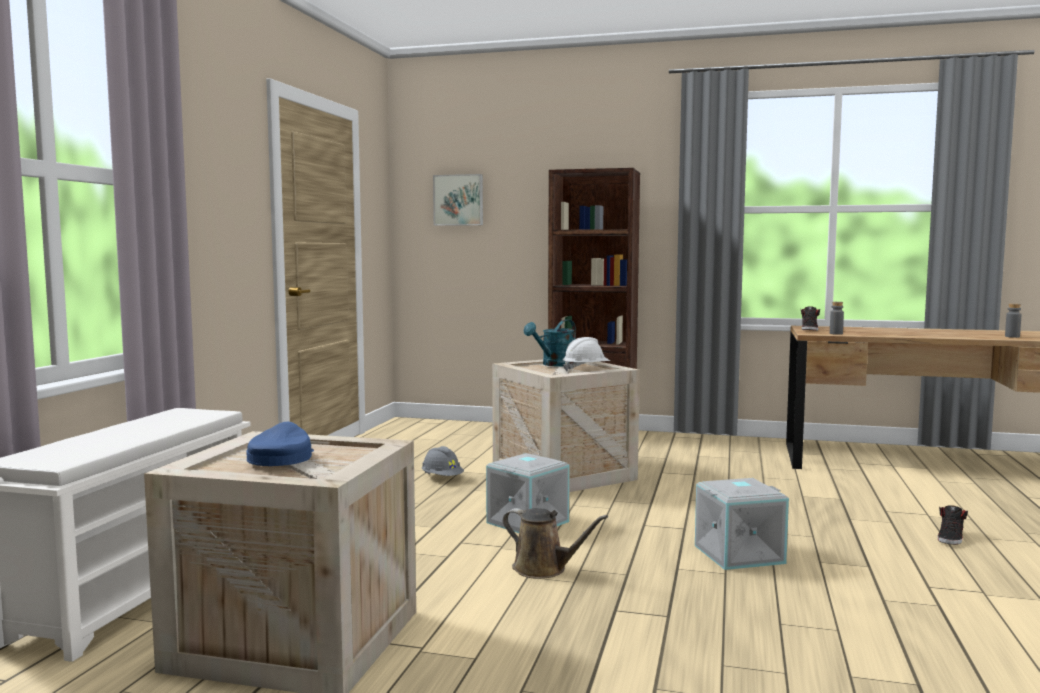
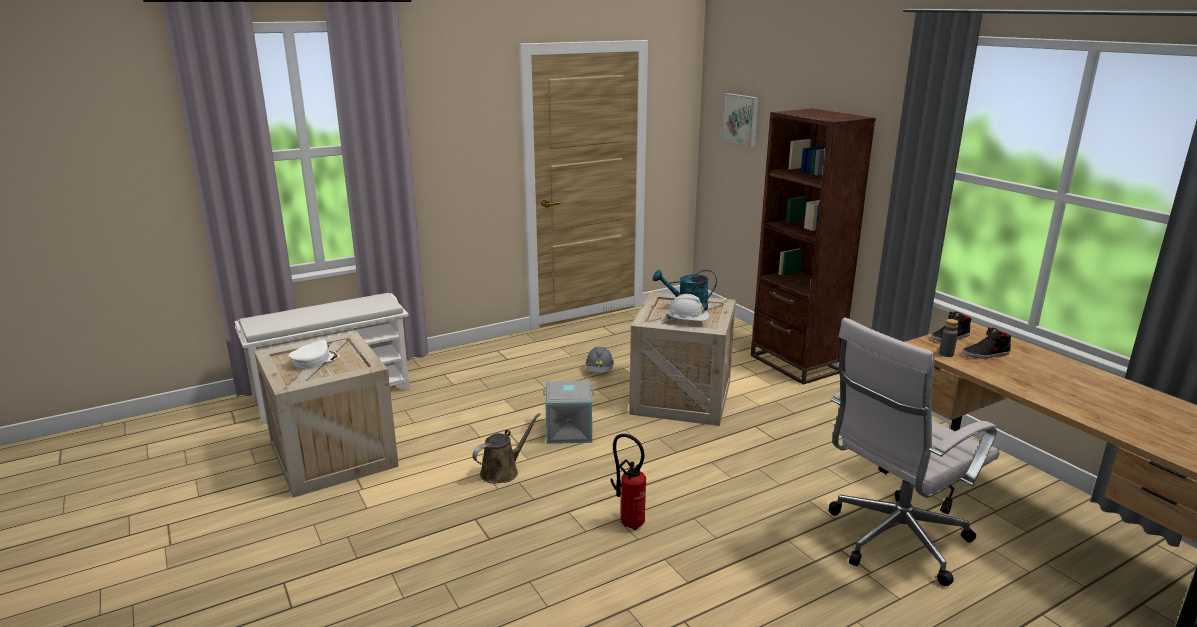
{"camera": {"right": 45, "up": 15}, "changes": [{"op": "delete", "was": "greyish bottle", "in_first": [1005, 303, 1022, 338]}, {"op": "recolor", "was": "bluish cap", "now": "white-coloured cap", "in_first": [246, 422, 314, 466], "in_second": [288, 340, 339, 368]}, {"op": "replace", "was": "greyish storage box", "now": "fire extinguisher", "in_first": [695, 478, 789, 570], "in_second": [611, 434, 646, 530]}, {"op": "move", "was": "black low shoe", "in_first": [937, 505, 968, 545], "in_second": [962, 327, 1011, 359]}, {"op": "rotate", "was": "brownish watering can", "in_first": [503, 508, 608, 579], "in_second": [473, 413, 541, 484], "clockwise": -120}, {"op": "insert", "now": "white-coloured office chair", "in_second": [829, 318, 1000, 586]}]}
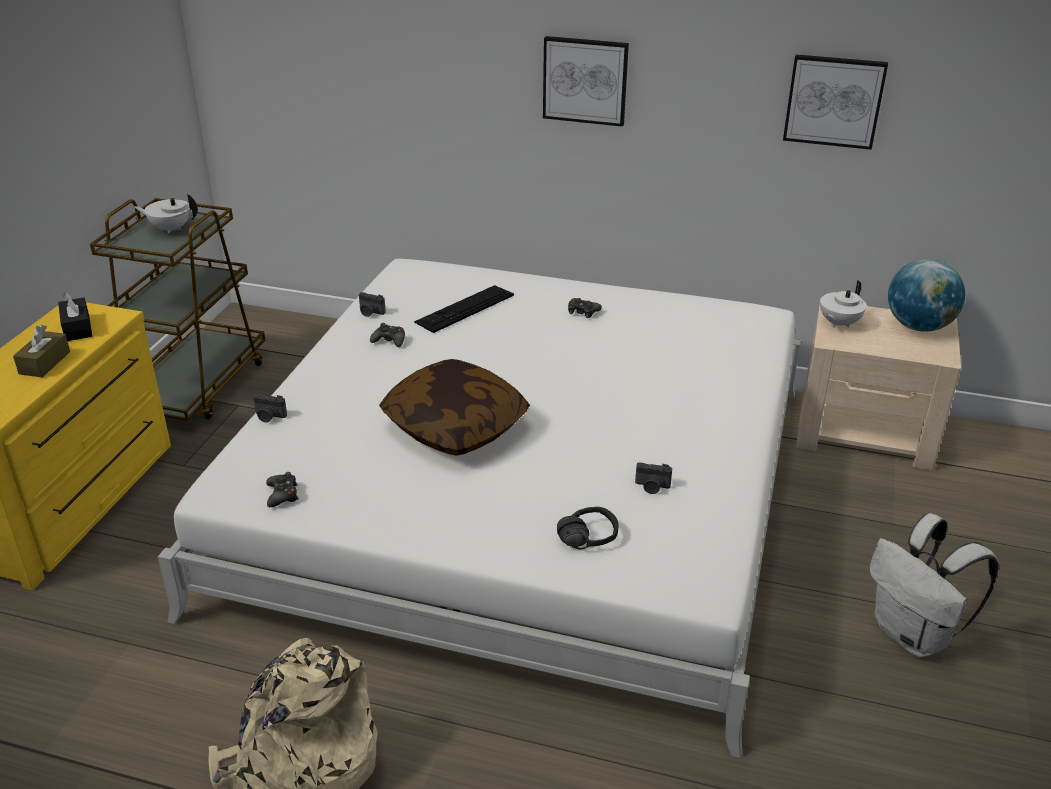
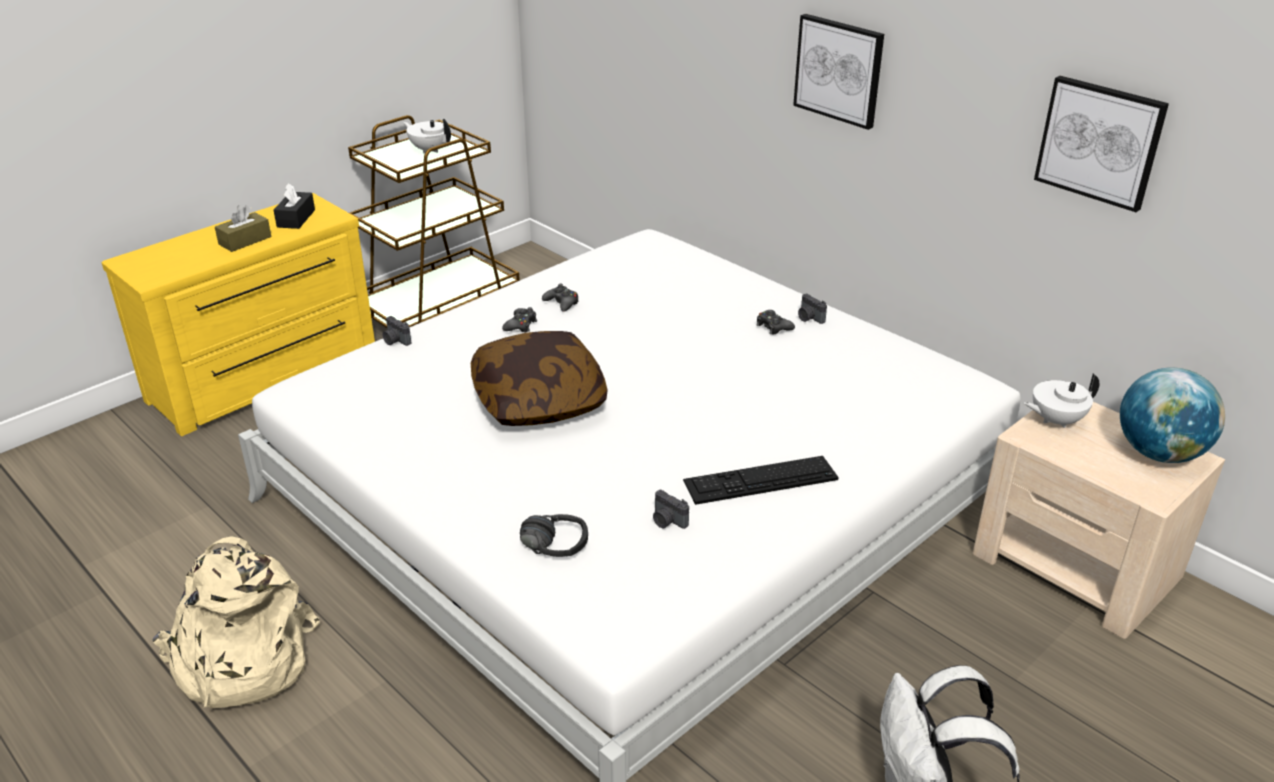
{"camera": {"right": 30, "up": 0}, "changes": [{"op": "move", "was": "computer keyboard", "in_first": [414, 285, 514, 333], "in_second": [683, 456, 839, 505]}, {"op": "move", "was": "still camera", "in_first": [359, 292, 386, 317], "in_second": [798, 294, 827, 324]}, {"op": "move", "was": "black gamepad", "in_first": [266, 472, 299, 507], "in_second": [502, 307, 537, 332]}]}
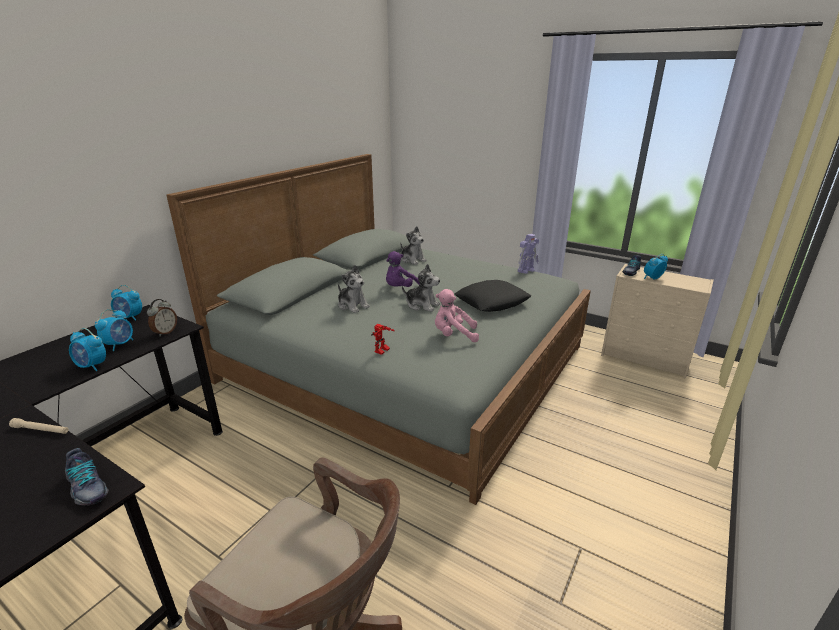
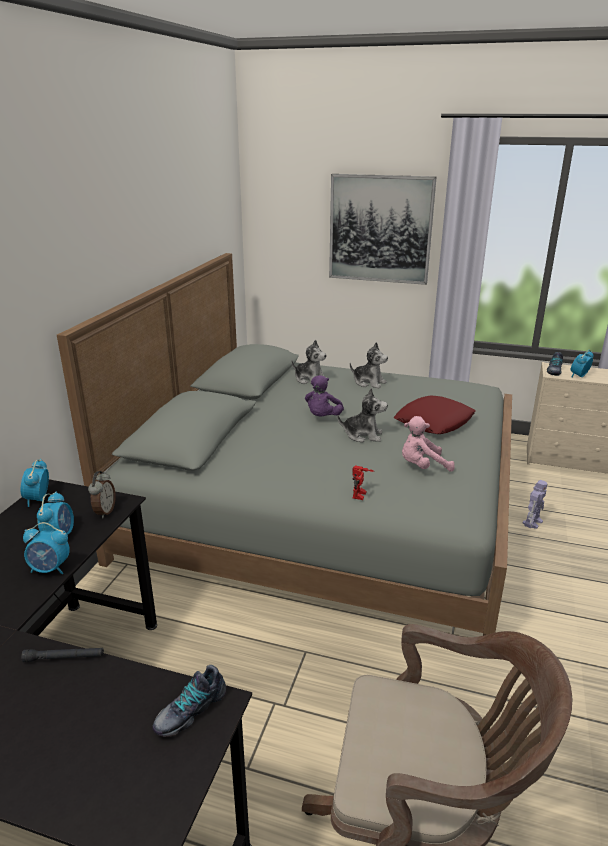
{"camera": {"right": -15, "up": 0}, "changes": [{"op": "move", "was": "toy robot", "in_first": [518, 234, 539, 274], "in_second": [523, 480, 548, 529]}, {"op": "move", "was": "cuddly toy", "in_first": [338, 265, 370, 313], "in_second": [350, 342, 388, 389]}, {"op": "recolor", "was": "black cushion", "now": "red cushion", "in_first": [454, 280, 531, 312], "in_second": [394, 396, 476, 434]}, {"op": "rotate", "was": "bedside clock", "in_first": [111, 285, 142, 321], "in_second": [20, 459, 49, 507], "clockwise": 90}, {"op": "recolor", "was": "beige-coloured flashlight", "now": "black flashlight", "in_first": [9, 418, 68, 434], "in_second": [21, 648, 104, 662]}, {"op": "rotate", "was": "low shoe", "in_first": [65, 448, 109, 506], "in_second": [152, 665, 226, 737], "clockwise": 105}, {"op": "insert", "now": "picture", "in_second": [329, 174, 436, 285]}]}
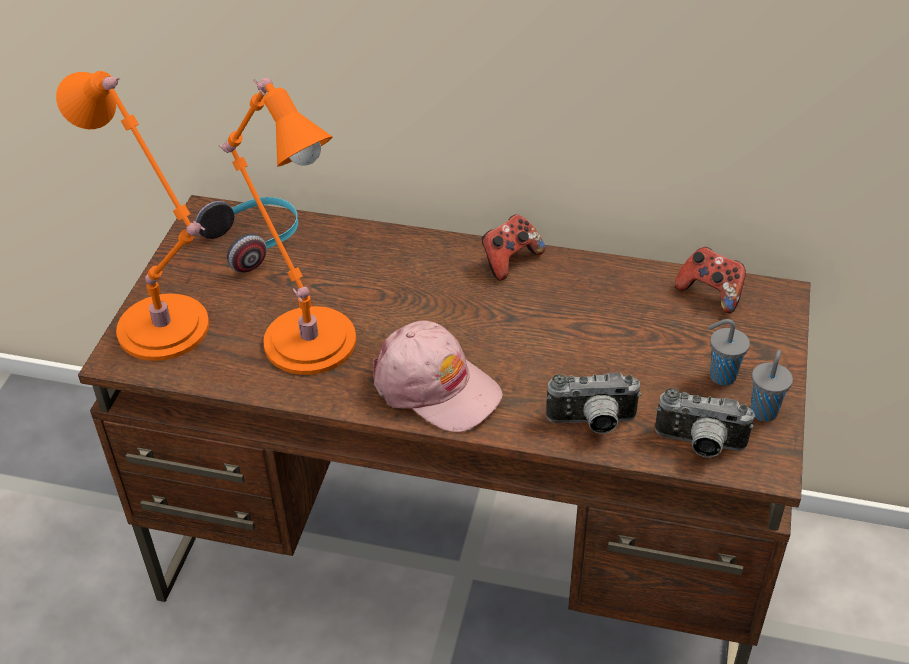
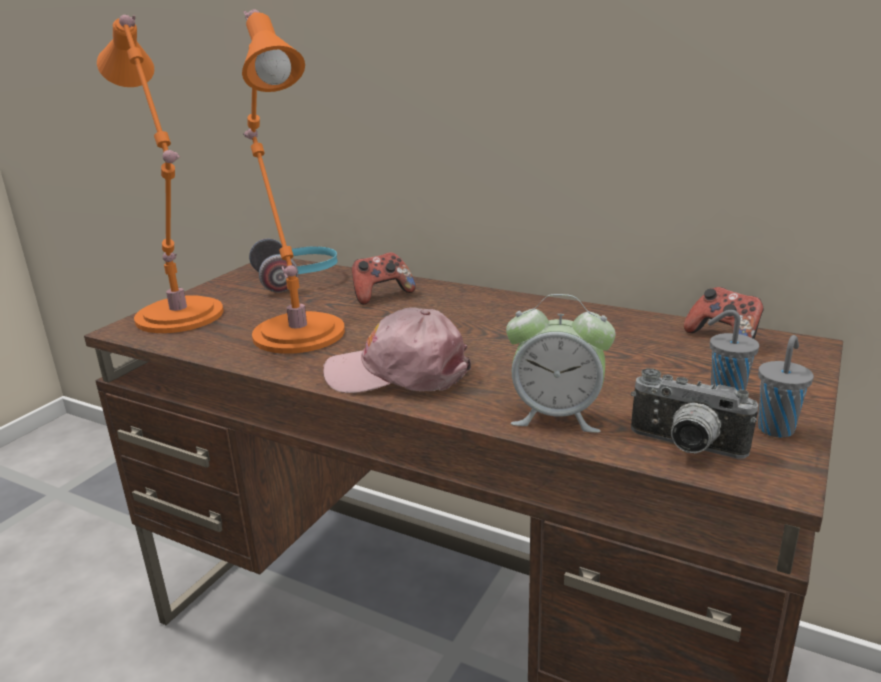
{"camera": {"right": 15, "up": -20}, "changes": [{"op": "move", "was": "gamepad", "in_first": [482, 214, 545, 280], "in_second": [352, 252, 416, 304]}, {"op": "rotate", "was": "pinkish cap", "in_first": [373, 320, 502, 432], "in_second": [323, 307, 471, 393], "clockwise": 135}, {"op": "replace", "was": "still camera", "now": "bedside clock", "in_first": [546, 373, 641, 434], "in_second": [506, 294, 615, 433]}]}
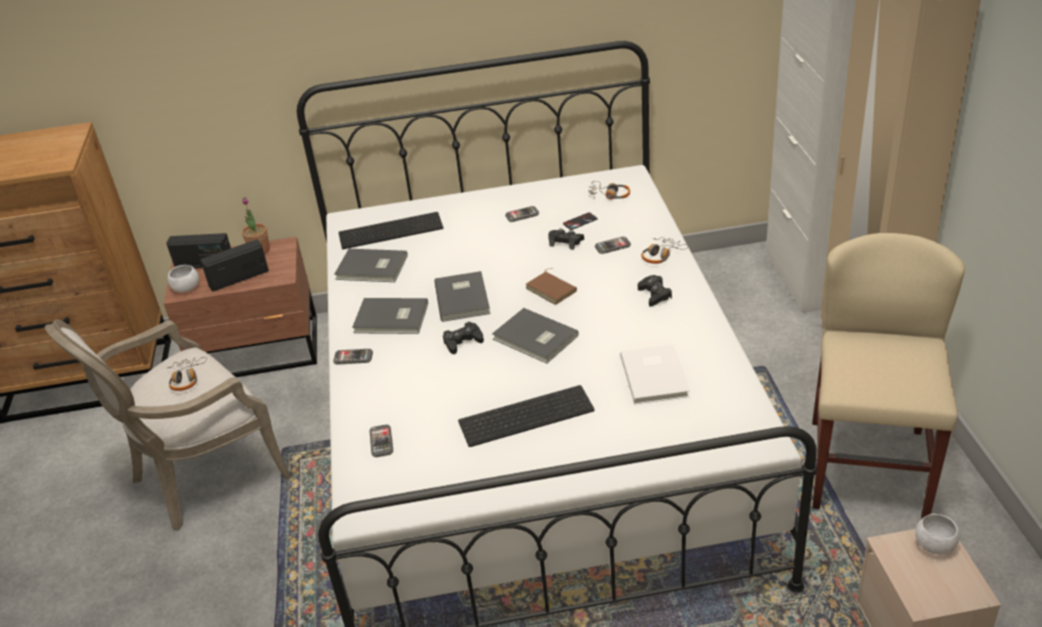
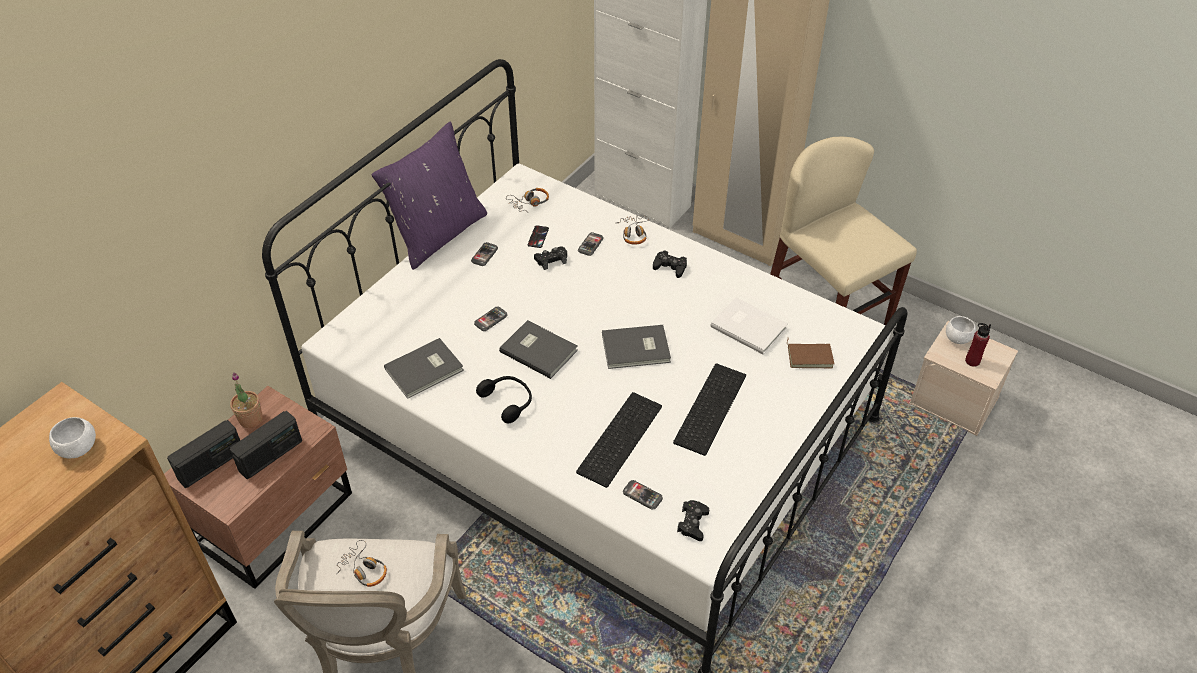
{"camera": {"right": -50, "up": 10}, "changes": [{"op": "move", "was": "computer keyboard", "in_first": [338, 212, 443, 249], "in_second": [576, 392, 662, 488]}, {"op": "rotate", "was": "radio receiver", "in_first": [200, 239, 269, 292], "in_second": [230, 411, 302, 479], "clockwise": -150}, {"op": "move", "was": "white-coloured bowl", "in_first": [167, 265, 199, 292], "in_second": [49, 417, 96, 458]}, {"op": "move", "was": "brownish bound book", "in_first": [526, 268, 577, 305], "in_second": [787, 338, 834, 368]}, {"op": "replace", "was": "greyish bound book", "now": "black headphones", "in_first": [352, 298, 428, 334], "in_second": [476, 376, 532, 423]}, {"op": "move", "was": "black gamepad", "in_first": [443, 322, 484, 354], "in_second": [677, 500, 709, 541]}, {"op": "move", "was": "telephone", "in_first": [333, 349, 373, 364], "in_second": [474, 307, 508, 331]}, {"op": "insert", "now": "purple-coloured cushion", "in_second": [371, 122, 487, 270]}, {"op": "insert", "now": "red bottle", "in_second": [965, 323, 991, 367]}]}
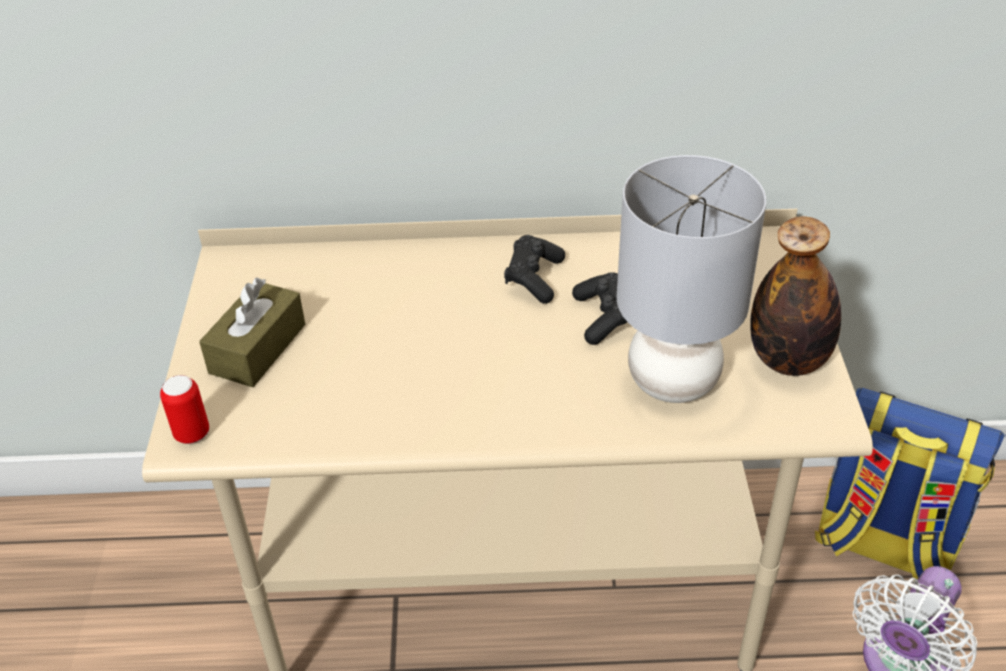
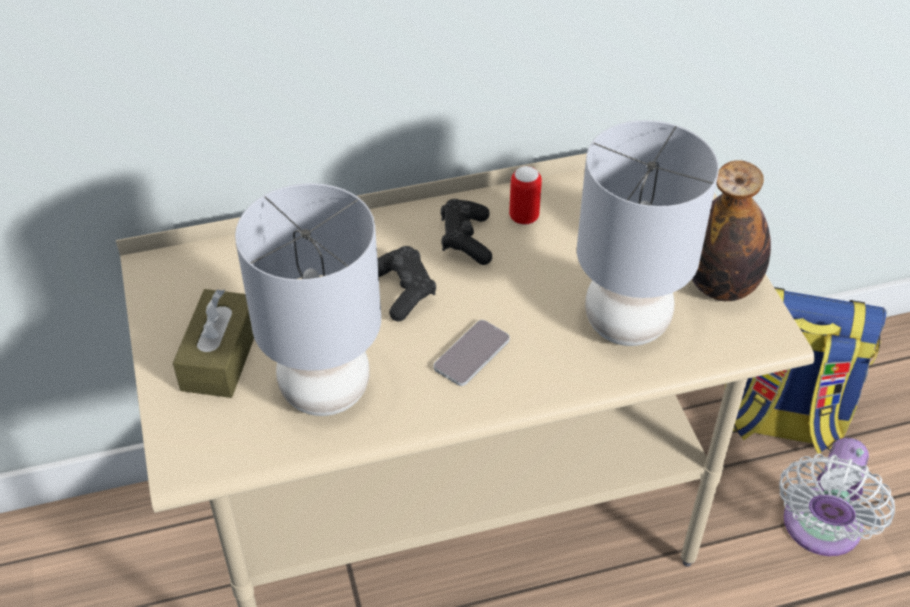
{"camera": {"right": -15, "up": 5}, "changes": [{"op": "move", "was": "black gamepad", "in_first": [572, 272, 627, 345], "in_second": [377, 246, 436, 322]}, {"op": "move", "was": "sealed can", "in_first": [160, 375, 209, 444], "in_second": [509, 166, 542, 225]}, {"op": "insert", "now": "greyish lamp for a table", "in_second": [235, 183, 381, 416]}, {"op": "insert", "now": "telephone", "in_second": [434, 320, 510, 386]}]}
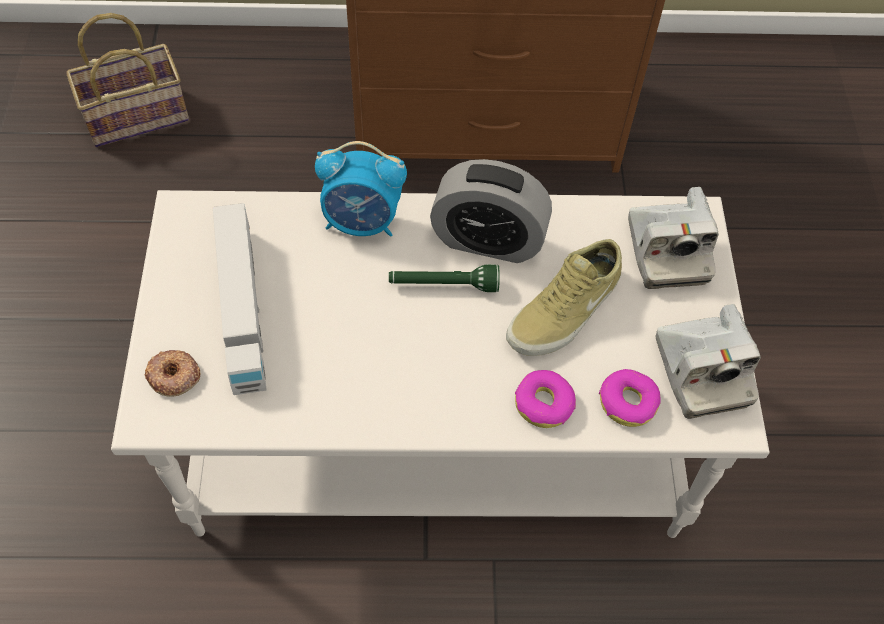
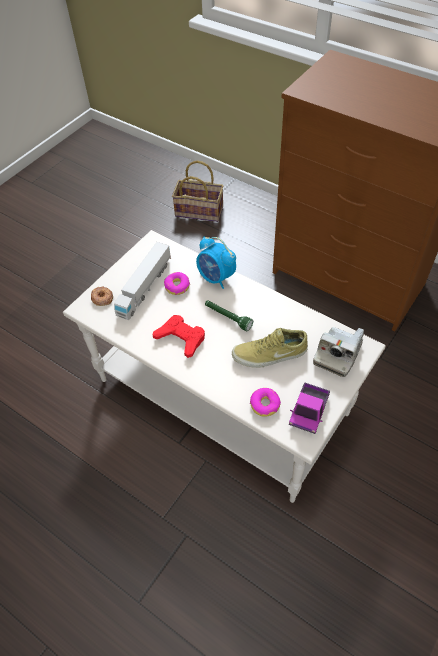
{"camera": {"right": 40, "up": -5}, "changes": [{"op": "delete", "was": "bedside clock", "in_first": [430, 159, 552, 263]}, {"op": "replace", "was": "still camera", "now": "toy truck", "in_first": [656, 304, 761, 419], "in_second": [289, 382, 330, 434]}, {"op": "move", "was": "donut", "in_first": [515, 370, 576, 428], "in_second": [164, 272, 190, 295]}, {"op": "insert", "now": "red gamepad", "in_second": [153, 315, 205, 358]}]}
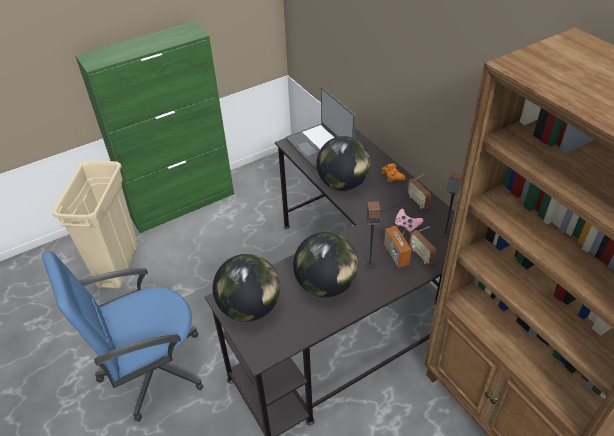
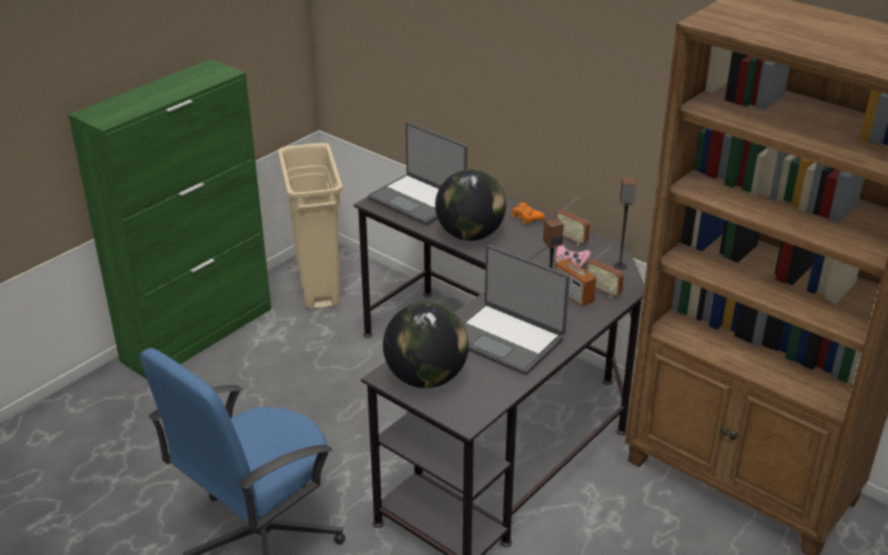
{"camera": {"right": -20, "up": -10}, "changes": [{"op": "move", "was": "beige-coloured rubbish bin", "in_first": [52, 161, 138, 289], "in_second": [278, 143, 343, 309]}, {"op": "replace", "was": "desk globe", "now": "laptop", "in_first": [293, 232, 358, 298], "in_second": [462, 245, 570, 375]}]}
